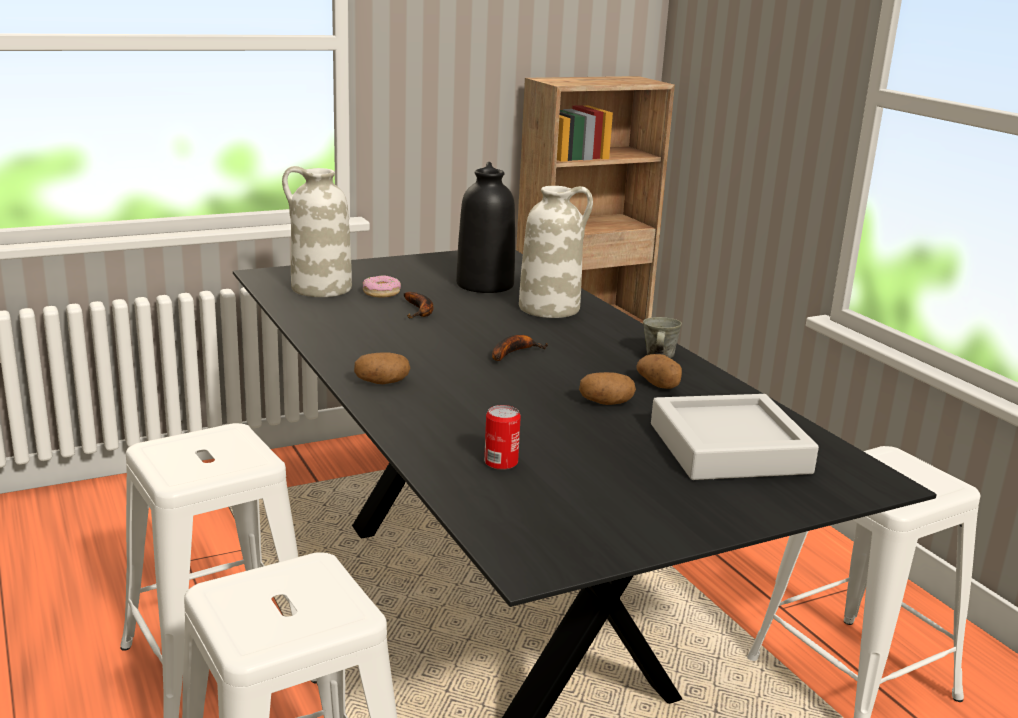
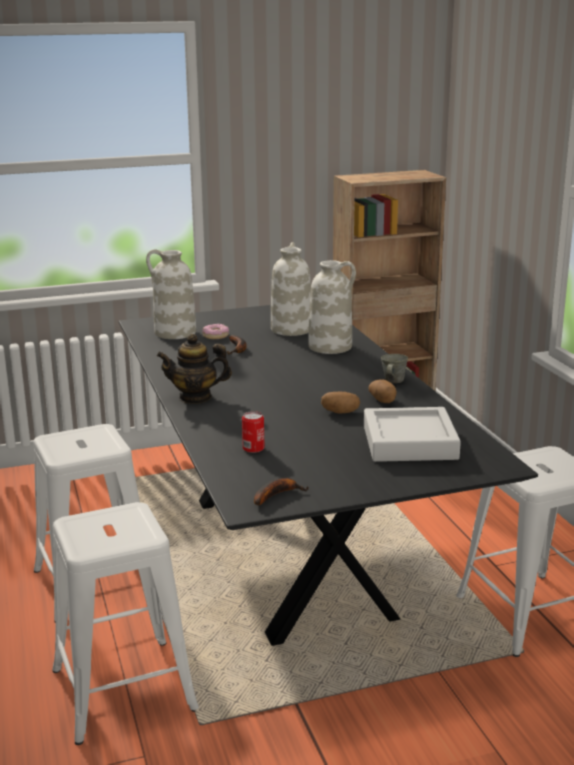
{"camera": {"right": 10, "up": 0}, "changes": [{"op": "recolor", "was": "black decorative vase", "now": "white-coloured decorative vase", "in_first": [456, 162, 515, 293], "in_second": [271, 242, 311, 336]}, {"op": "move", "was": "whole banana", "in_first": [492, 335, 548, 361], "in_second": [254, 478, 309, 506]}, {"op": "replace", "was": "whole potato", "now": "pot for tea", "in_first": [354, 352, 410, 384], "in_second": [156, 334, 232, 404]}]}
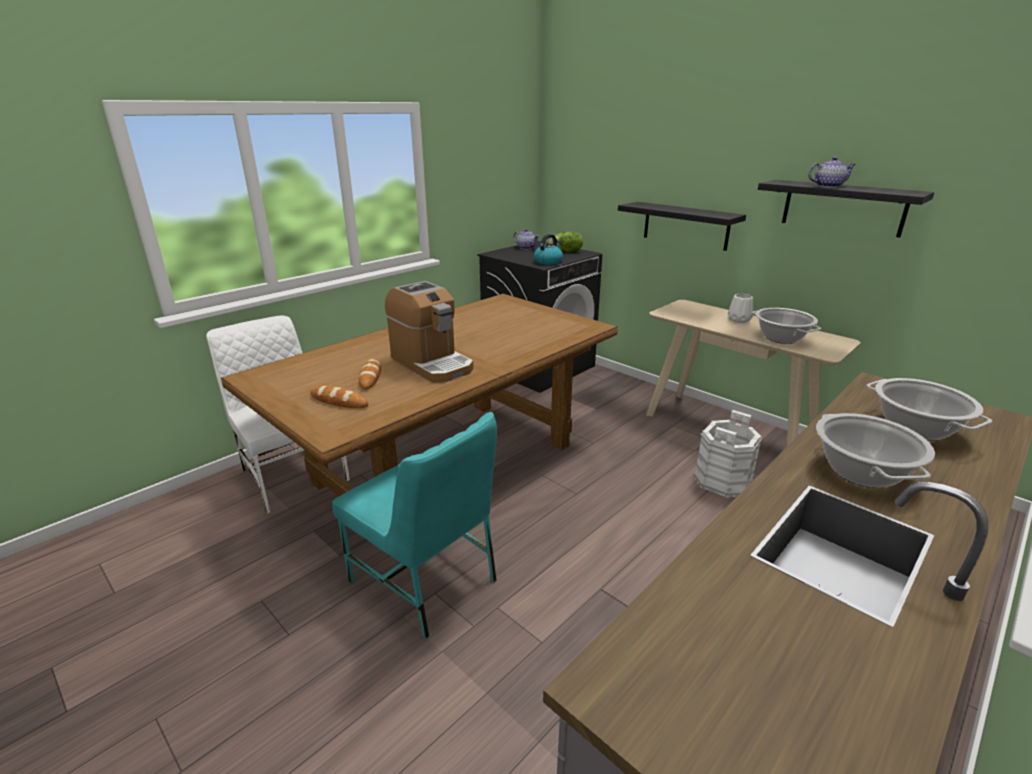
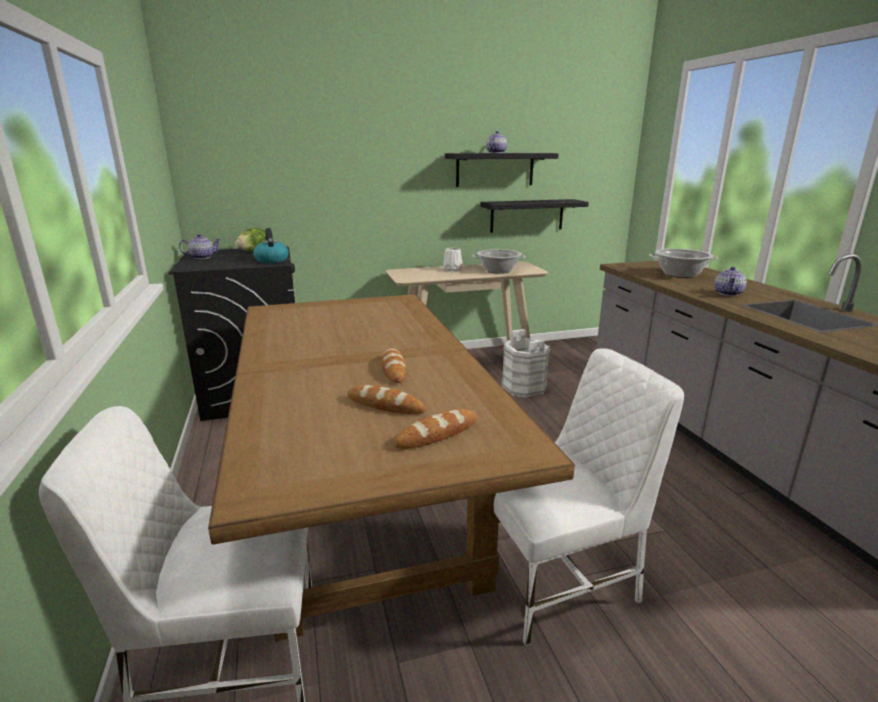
{"camera": {"right": -60, "up": -5}, "changes": [{"op": "move", "was": "black bracket shelf", "in_first": [618, 202, 746, 251], "in_second": [481, 199, 589, 233]}, {"op": "replace", "was": "coffee maker", "now": "bread", "in_first": [385, 281, 473, 383], "in_second": [382, 348, 406, 383]}, {"op": "recolor", "was": "turquoise plain chair", "now": "white-coloured plain chair", "in_first": [332, 412, 497, 639], "in_second": [494, 348, 684, 646]}, {"op": "replace", "was": "cooking pot", "now": "pot for tea", "in_first": [816, 413, 935, 488], "in_second": [714, 267, 747, 296]}]}
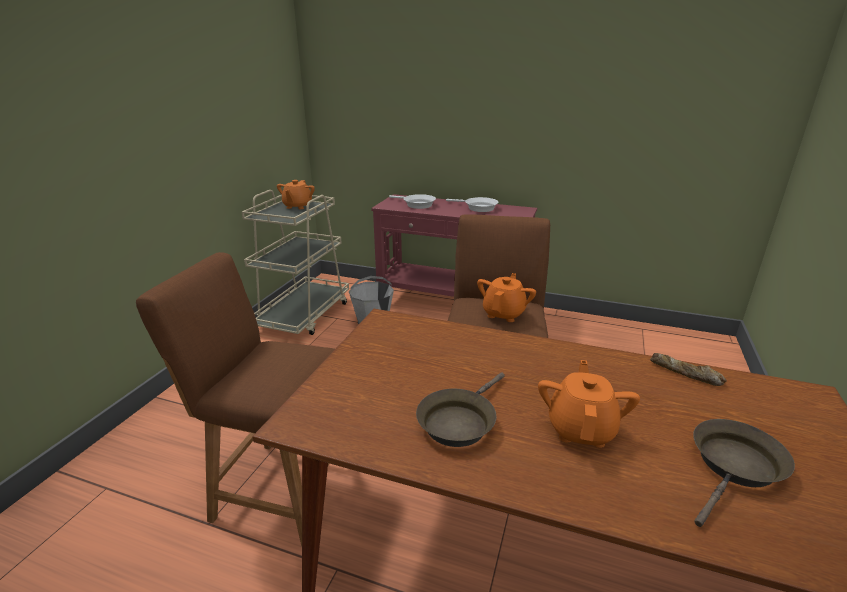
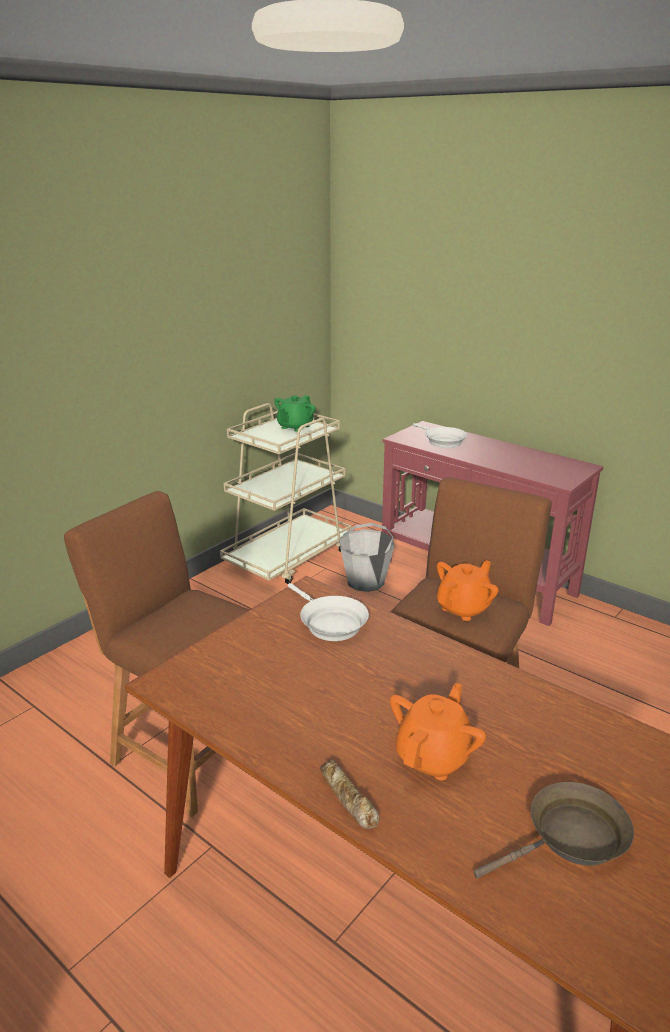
{"camera": {"right": 20, "up": 0}, "changes": [{"op": "recolor", "was": "orangey pot for tea", "now": "greenish pot for tea", "in_first": [277, 180, 315, 209], "in_second": [274, 395, 316, 432]}, {"op": "move", "was": "white-coloured skillet", "in_first": [446, 197, 498, 212], "in_second": [288, 583, 369, 641]}, {"op": "move", "was": "bread", "in_first": [650, 353, 727, 386], "in_second": [320, 759, 380, 829]}, {"op": "delete", "was": "brownish skillet", "in_first": [416, 372, 505, 447]}]}
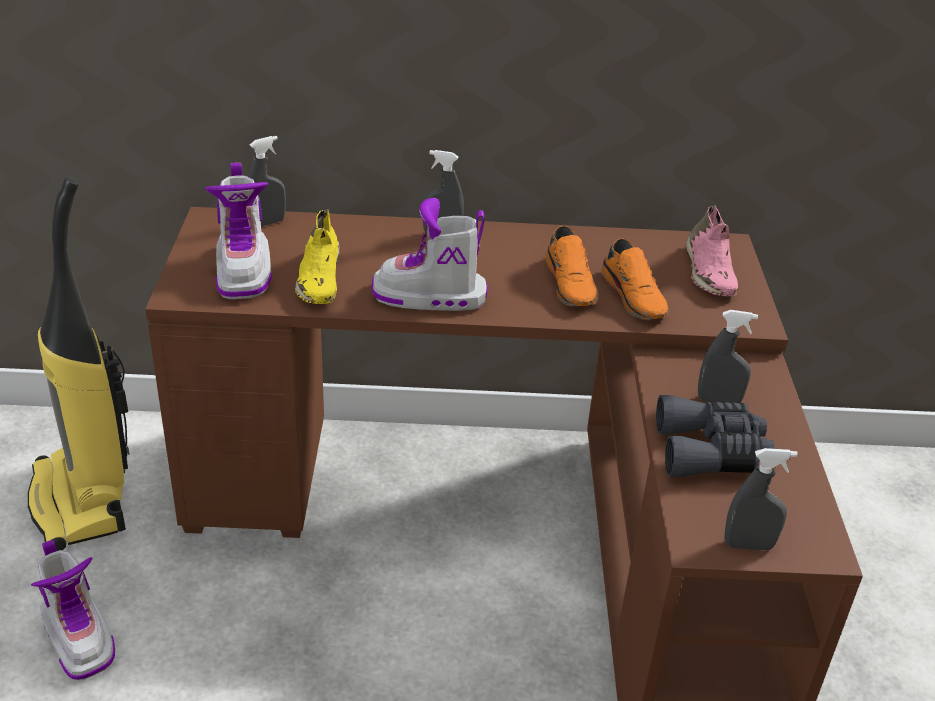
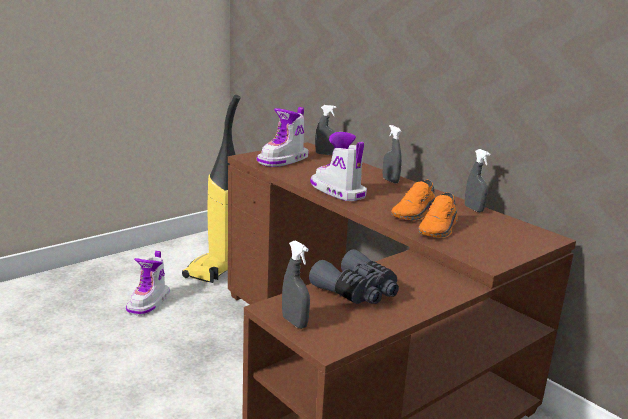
{"camera": {"right": 50, "up": -15}, "changes": [{"op": "delete", "was": "pinkish low shoe", "in_first": [686, 205, 738, 296]}, {"op": "delete", "was": "yellowish low shoe", "in_first": [295, 209, 340, 304]}, {"op": "move", "was": "greyish sprayer", "in_first": [698, 310, 758, 403], "in_second": [465, 149, 490, 212]}]}
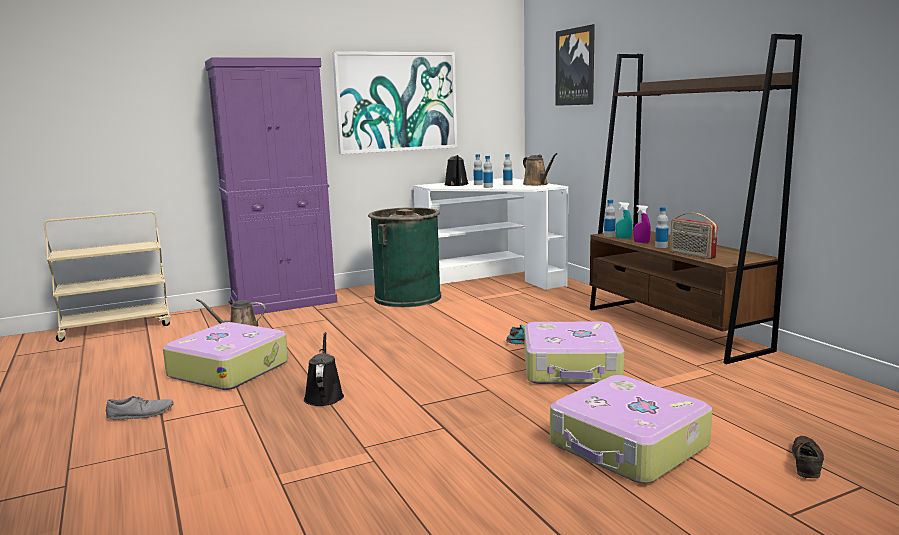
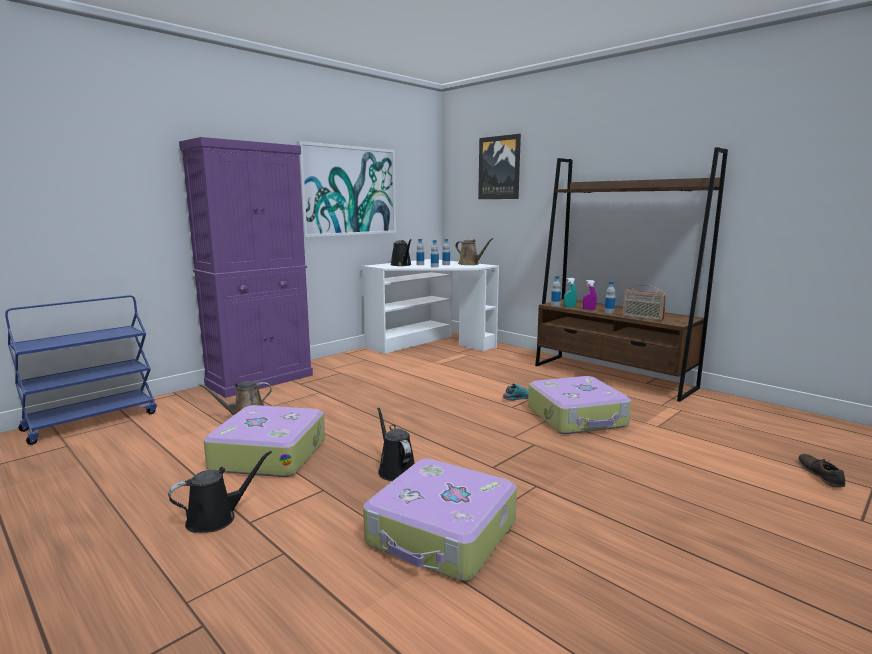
{"camera": {"right": -20, "up": 0}, "changes": [{"op": "delete", "was": "greenish rubbish bin", "in_first": [368, 207, 441, 307]}, {"op": "recolor", "was": "beige-coloured wheeled cart", "now": "bluish wheeled cart", "in_first": [44, 211, 171, 342], "in_second": [5, 295, 157, 445]}, {"op": "move", "was": "piece of luggage", "in_first": [550, 375, 712, 484], "in_second": [363, 459, 517, 581]}, {"op": "replace", "was": "greyish low shoe", "now": "black watering can", "in_first": [106, 396, 174, 420], "in_second": [168, 451, 272, 533]}]}
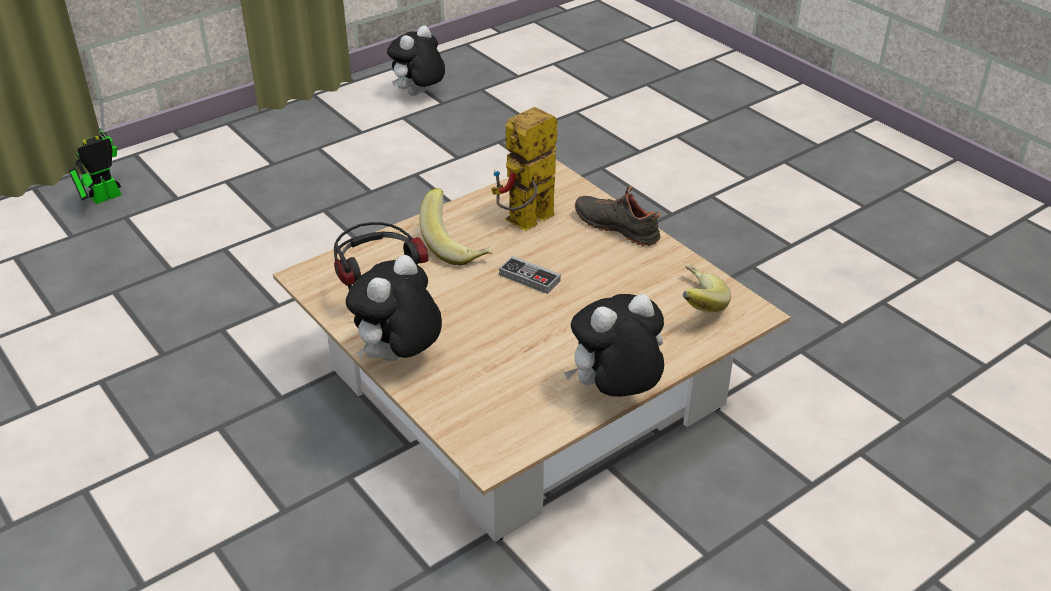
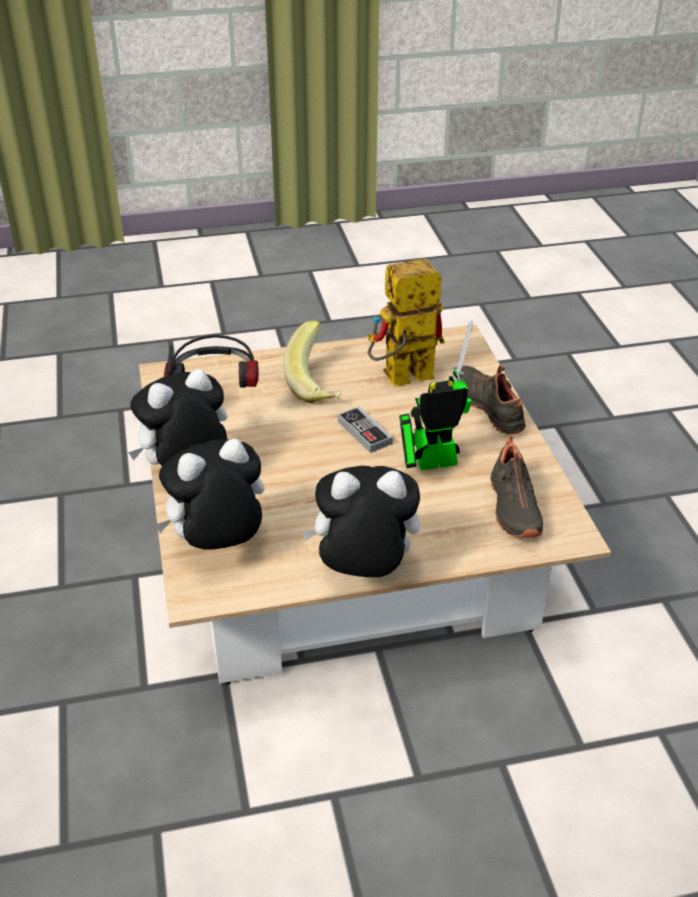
{"camera": {"right": 25, "up": 0}, "changes": [{"op": "move", "was": "cuddly toy", "in_first": [387, 25, 445, 96], "in_second": [155, 439, 265, 550]}, {"op": "move", "was": "toy robot", "in_first": [68, 93, 122, 204], "in_second": [399, 320, 473, 470]}, {"op": "replace", "was": "whole banana", "now": "black low shoe", "in_first": [682, 263, 731, 312], "in_second": [491, 436, 543, 538]}]}
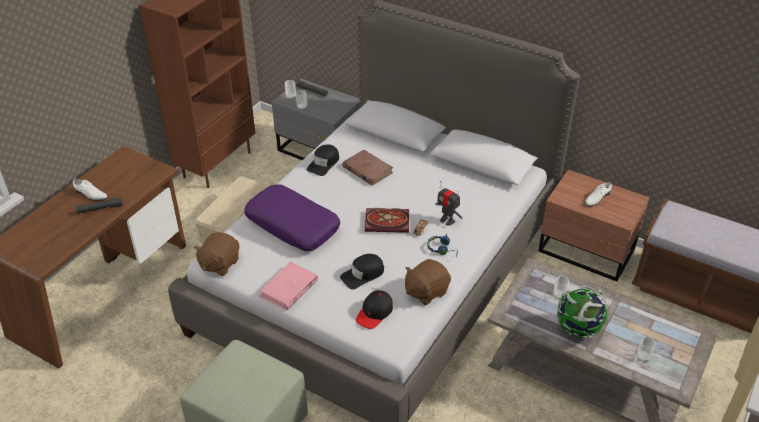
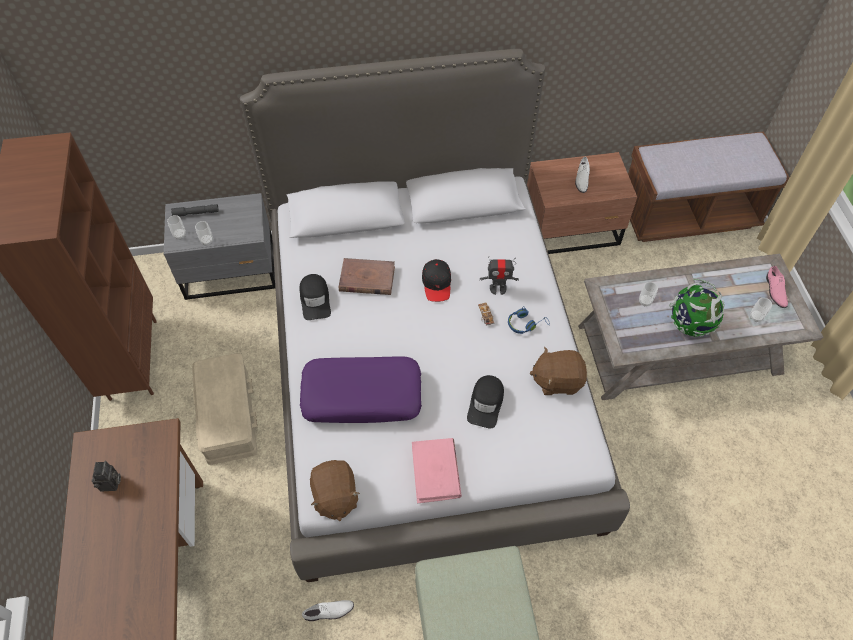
{"camera": {"right": -40, "up": 15}, "changes": [{"op": "move", "was": "white-coloured low shoe", "in_first": [73, 179, 108, 201], "in_second": [302, 600, 354, 621]}, {"op": "delete", "was": "greyish flashlight", "in_first": [76, 197, 123, 214]}, {"op": "delete", "was": "bound book", "in_first": [365, 208, 409, 233]}, {"op": "rotate", "was": "brownish cuddly toy", "in_first": [405, 259, 451, 305], "in_second": [530, 347, 587, 395], "clockwise": 75}, {"op": "move", "was": "black cap", "in_first": [356, 290, 393, 329], "in_second": [422, 259, 451, 302]}, {"op": "insert", "now": "pinkish low shoe", "in_second": [766, 266, 788, 308]}, {"op": "insert", "now": "still camera", "in_second": [92, 461, 121, 491]}]}
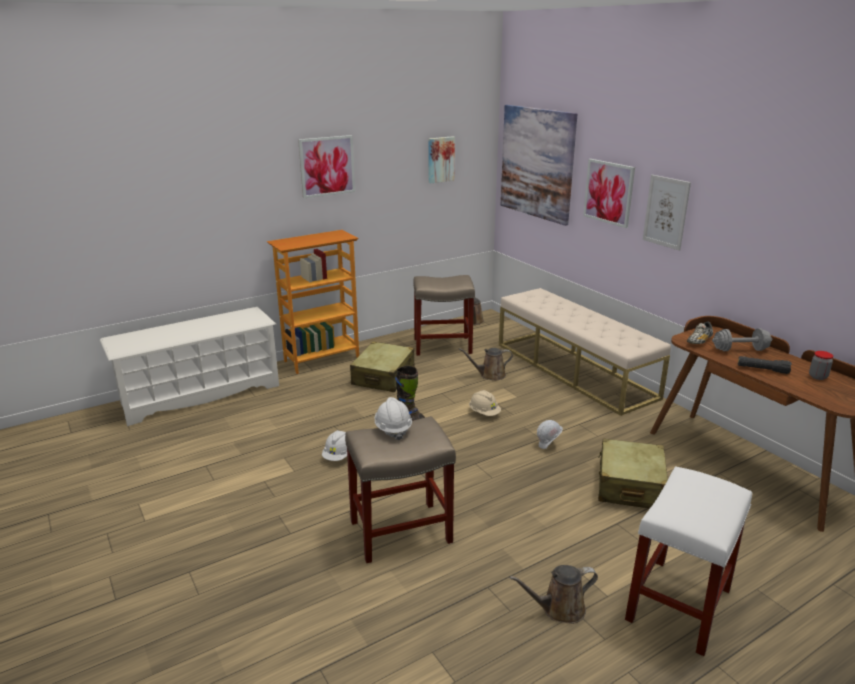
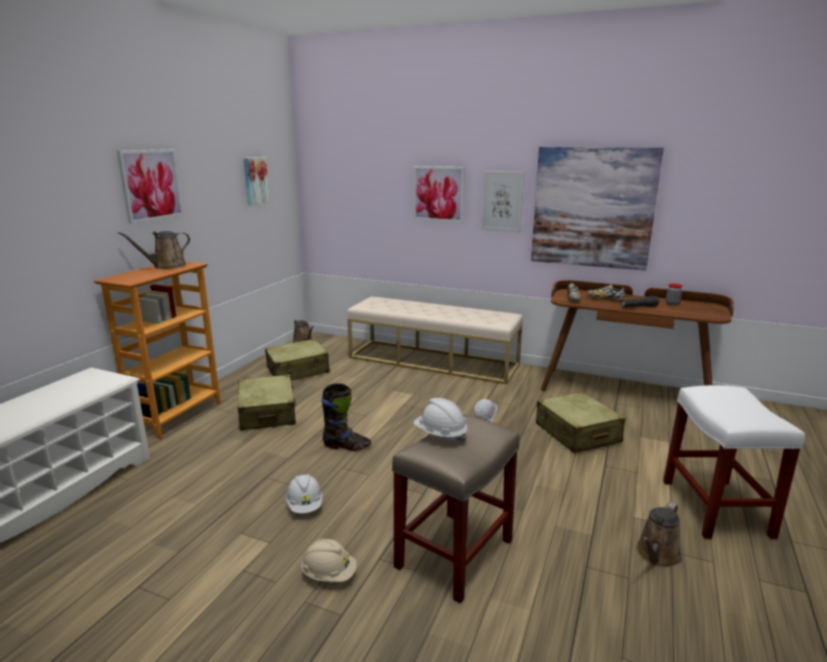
{"camera": {"right": -35, "up": -5}, "changes": [{"op": "move", "was": "picture", "in_first": [501, 105, 577, 226], "in_second": [531, 147, 664, 271]}, {"op": "replace", "was": "beige-coloured stool seat", "now": "beige-coloured piece of luggage", "in_first": [413, 275, 475, 356], "in_second": [265, 339, 330, 380]}, {"op": "replace", "was": "greyish free weight", "now": "low shoe", "in_first": [712, 328, 772, 351], "in_second": [587, 284, 625, 300]}, {"op": "move", "was": "brownish watering can", "in_first": [459, 348, 513, 380], "in_second": [118, 231, 190, 269]}, {"op": "move", "was": "beige-coloured hard hat", "in_first": [469, 390, 501, 416], "in_second": [301, 539, 357, 582]}]}
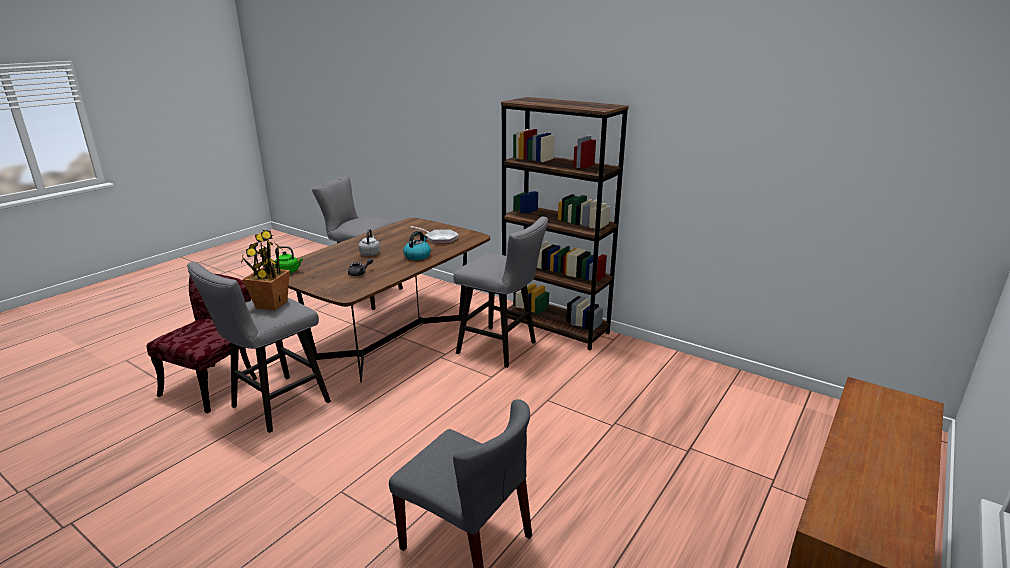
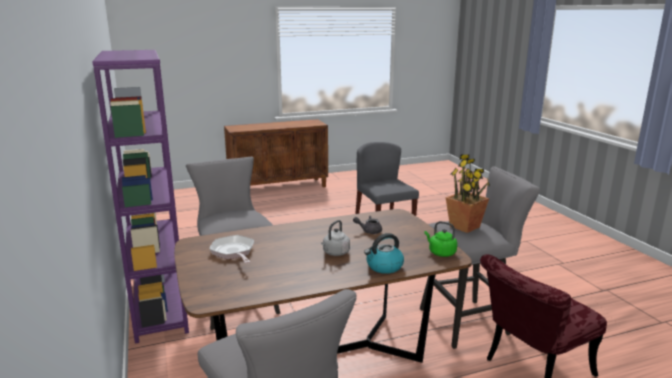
{"camera": {"right": -145, "up": -5}, "changes": [{"op": "recolor", "was": "brownish bookshelf", "now": "purple-coloured bookshelf", "in_first": [501, 97, 629, 350], "in_second": [92, 50, 189, 344]}, {"op": "move", "was": "water kettle", "in_first": [403, 231, 431, 260], "in_second": [364, 233, 404, 274]}]}
